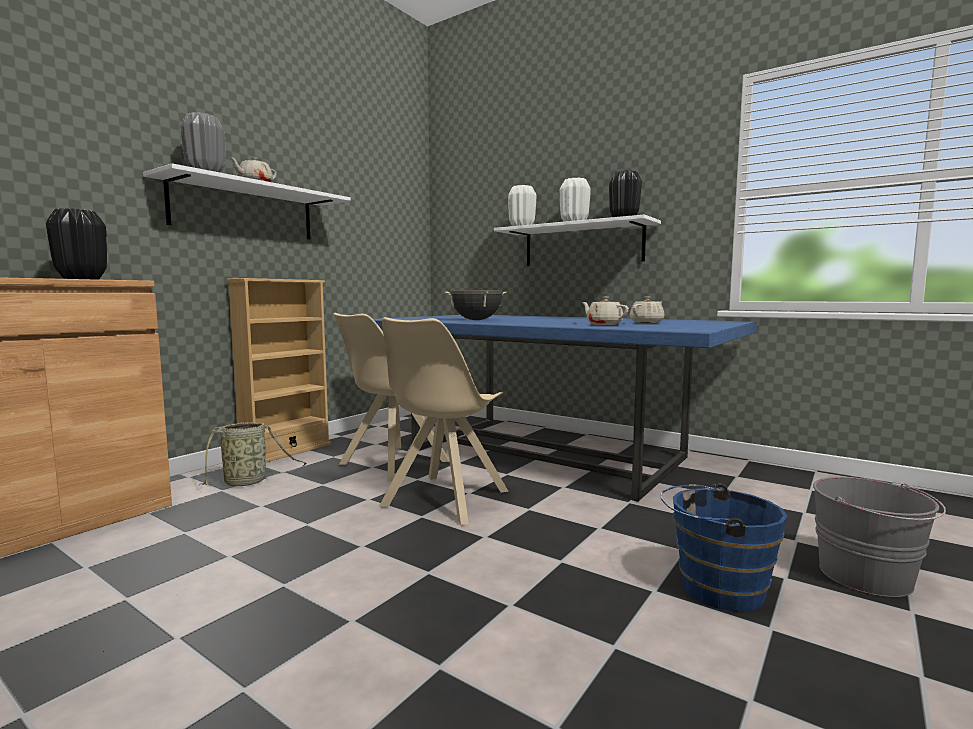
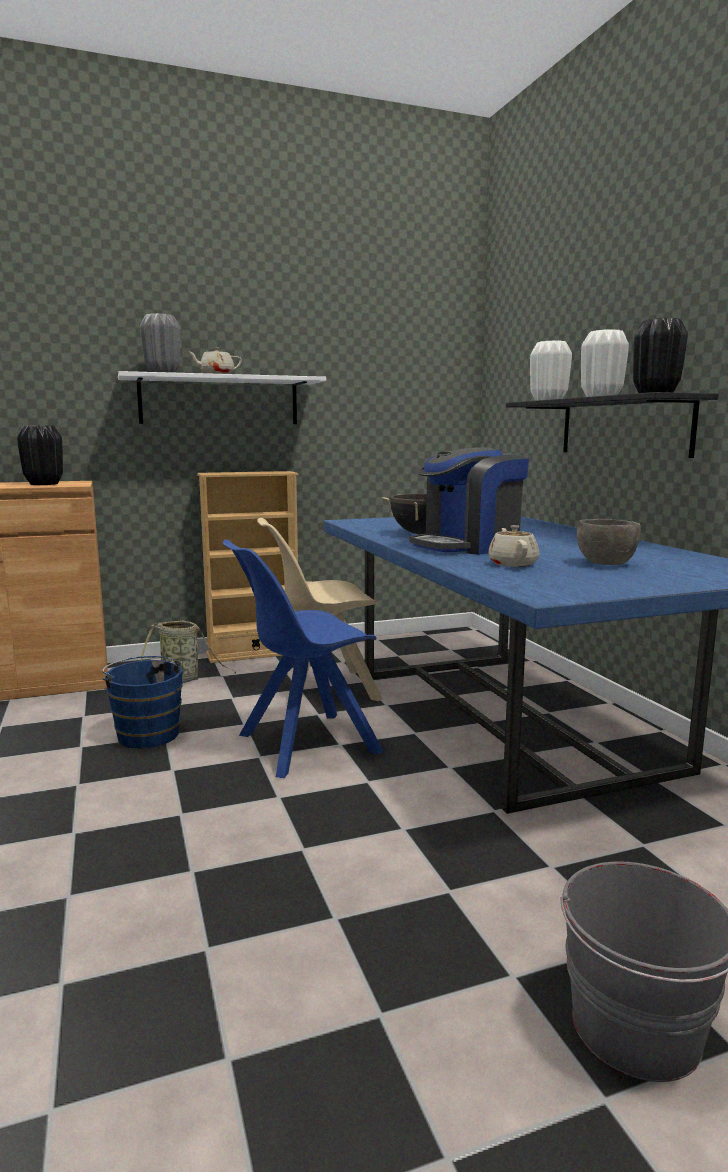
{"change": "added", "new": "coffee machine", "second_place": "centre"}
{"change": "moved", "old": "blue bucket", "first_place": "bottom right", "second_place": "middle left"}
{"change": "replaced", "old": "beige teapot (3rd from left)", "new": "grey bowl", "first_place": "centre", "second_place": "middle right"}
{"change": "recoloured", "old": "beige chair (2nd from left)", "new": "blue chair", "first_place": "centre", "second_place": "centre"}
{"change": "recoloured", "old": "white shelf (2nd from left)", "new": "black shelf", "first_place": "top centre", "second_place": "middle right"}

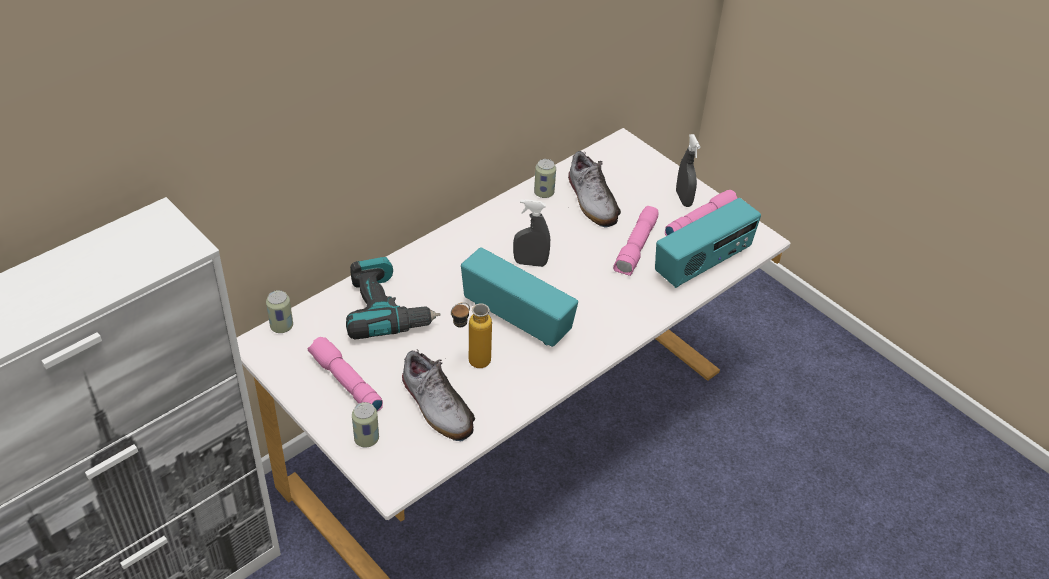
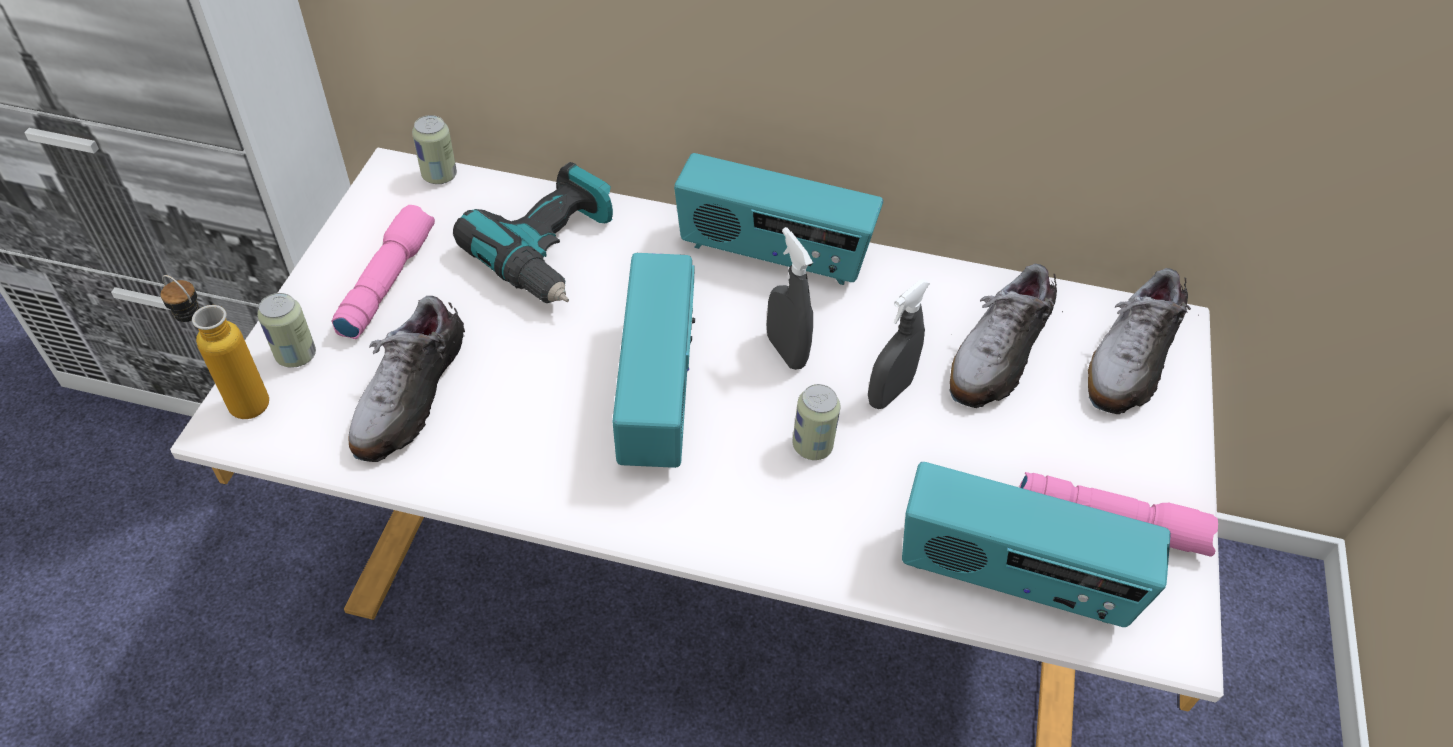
{"change": "removed", "old": "pink flashlight (2nd from left)", "first_place": "centre"}
{"change": "added", "new": "radio (2nd from left)", "second_place": "top centre"}
{"change": "added", "new": "shoe (3rd from left)", "second_place": "middle right"}
{"change": "moved", "old": "bottle", "first_place": "centre", "second_place": "middle left"}
{"change": "moved", "old": "can (3rd from left)", "first_place": "top centre", "second_place": "centre"}
{"change": "moved", "old": "grey spray bottle (2nd from left)", "first_place": "top centre", "second_place": "centre"}

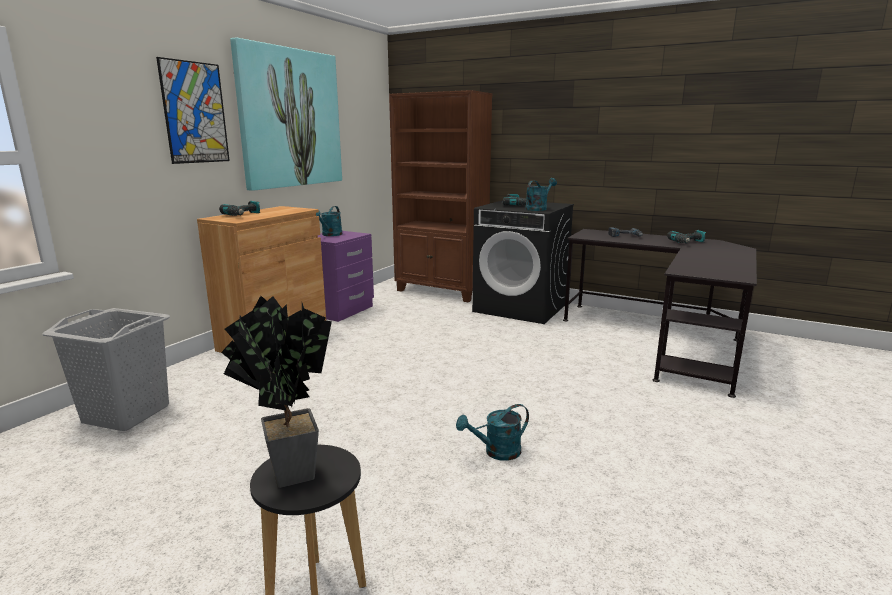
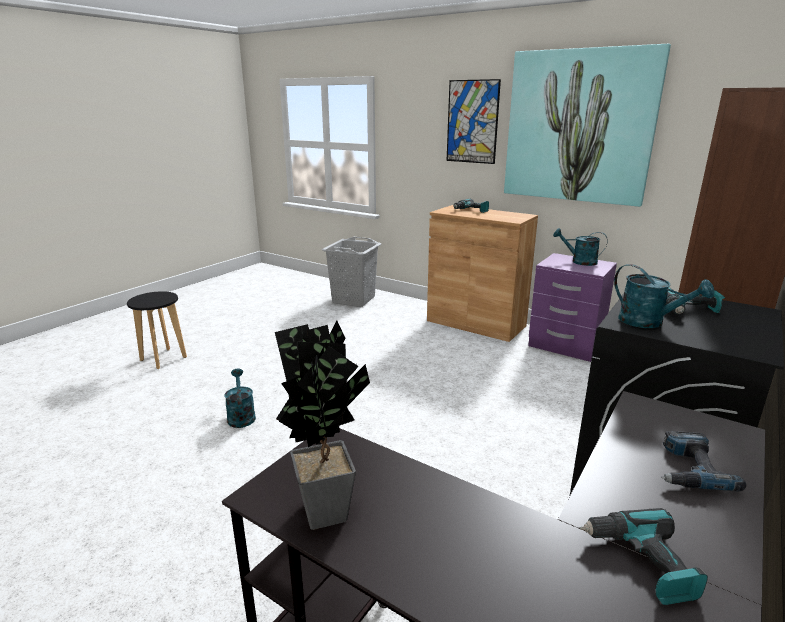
{"change": "moved", "old": "potted plant", "first_place": "middle left", "second_place": "bottom centre"}

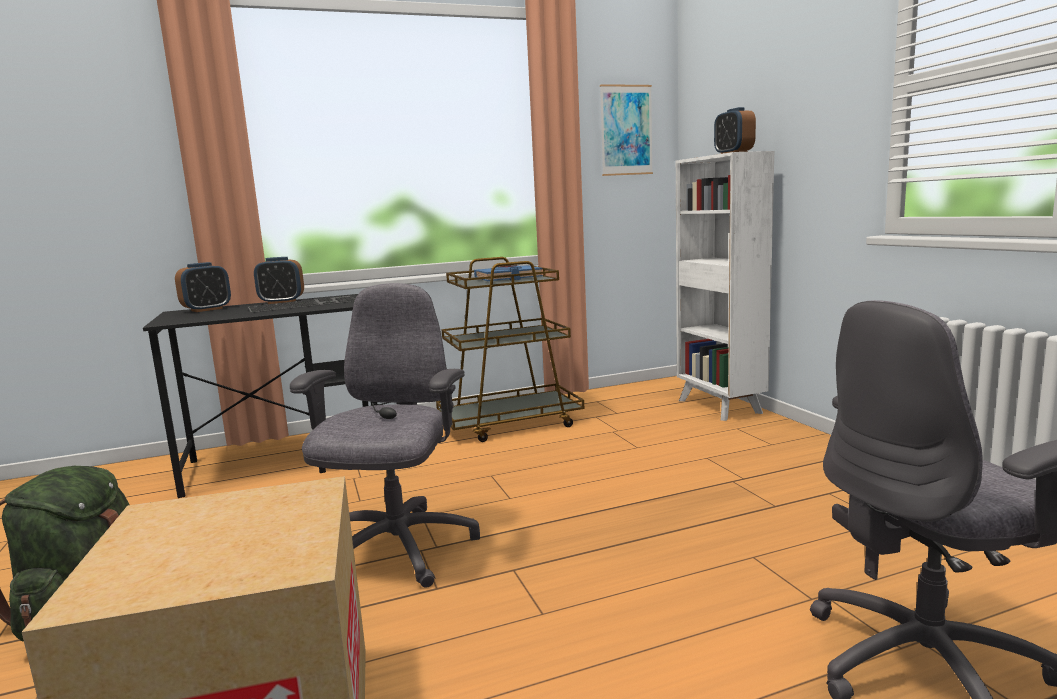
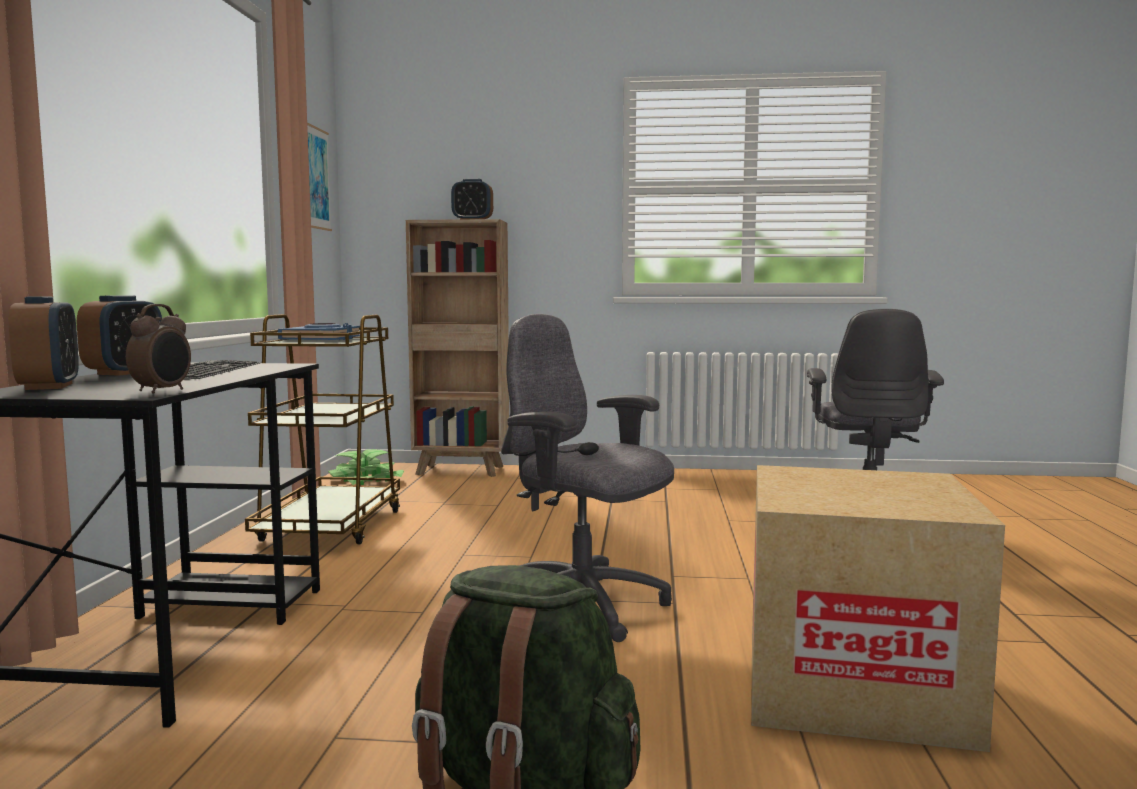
{"change": "added", "new": "alarm clock (3rd from left)", "second_place": "middle left"}
{"change": "added", "new": "potted plant", "second_place": "middle left"}
{"change": "recoloured", "old": "white bookcase", "new": "brown bookcase", "first_place": "middle right", "second_place": "centre"}

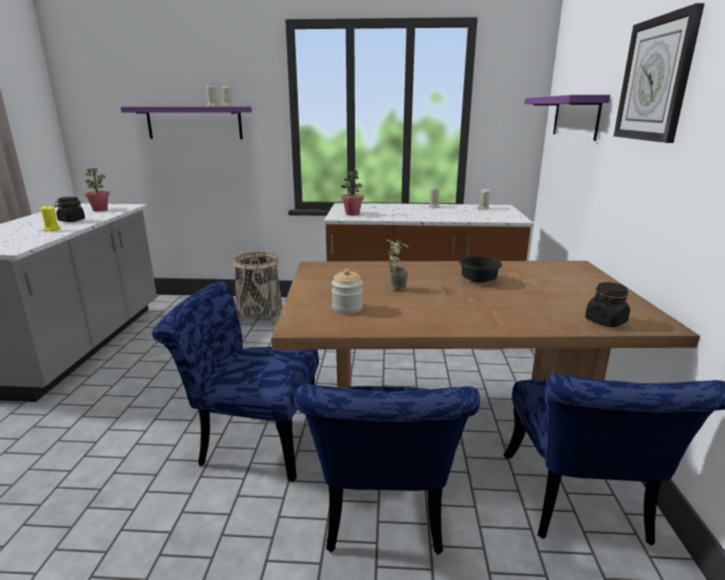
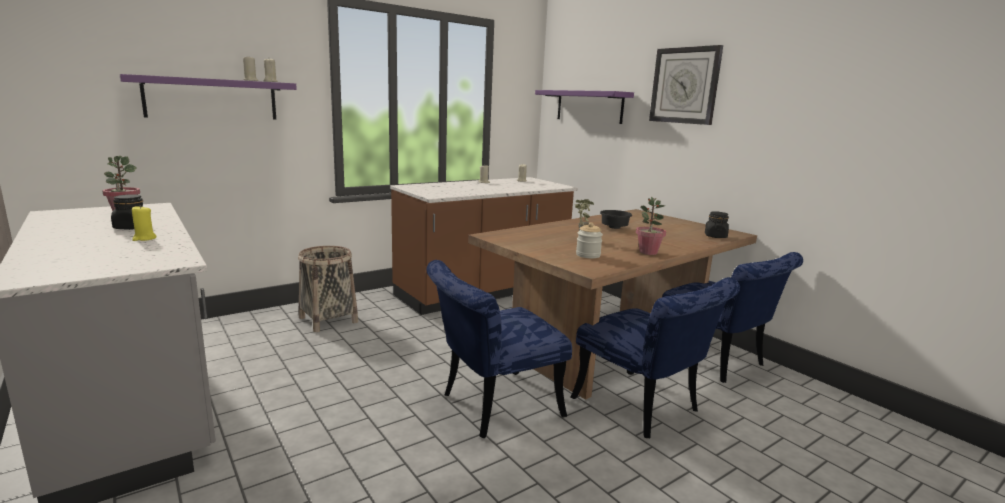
{"change": "moved", "old": "potted plant (2nd from left in the first image)", "new": "potted plant (3rd from left)", "first_place": "top centre", "second_place": "centre"}

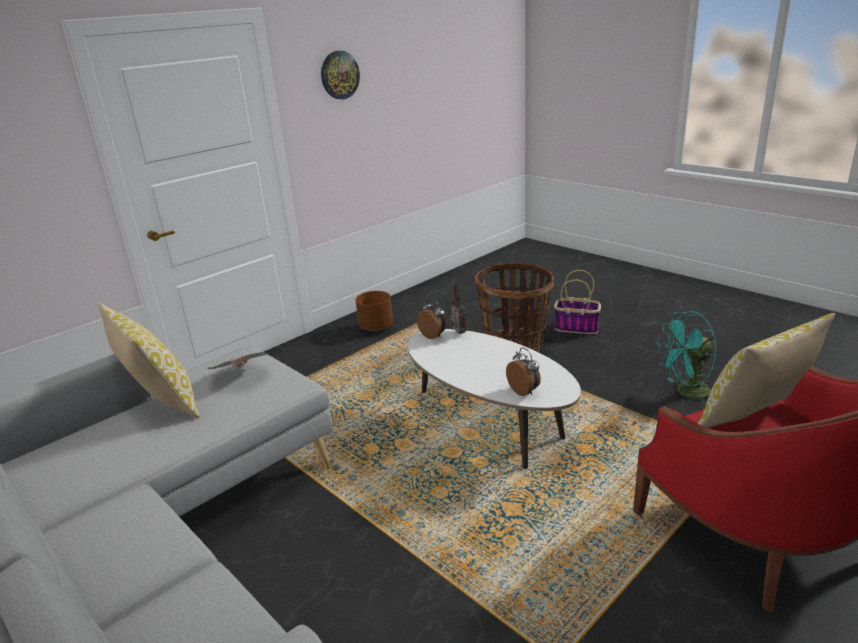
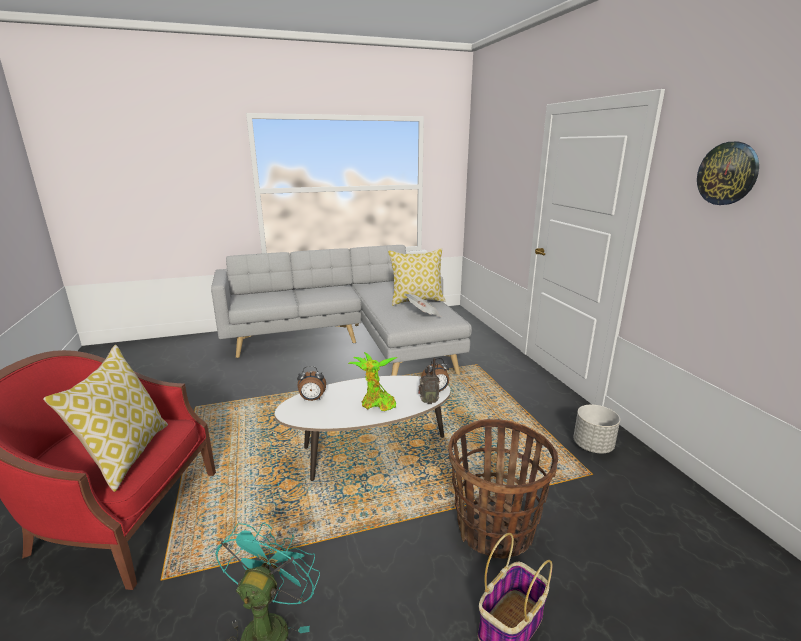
{"change": "added", "new": "potted plant", "second_place": "centre"}
{"change": "recoloured", "old": "brown planter", "new": "grey planter", "first_place": "centre", "second_place": "bottom right"}

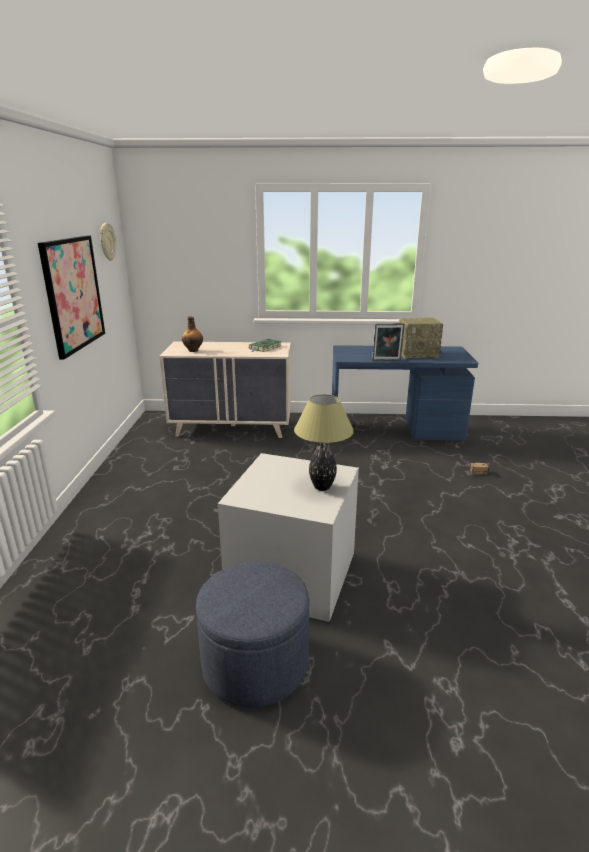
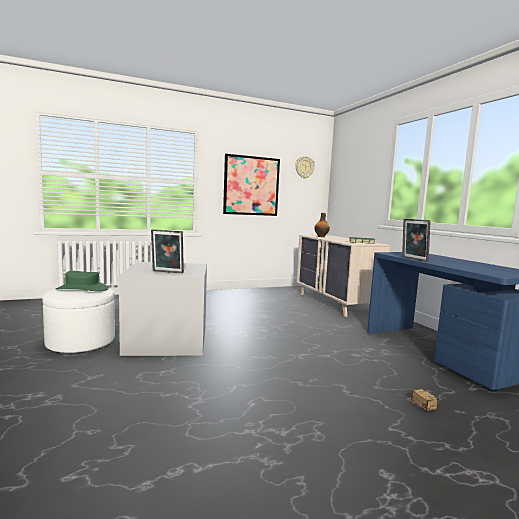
{"change": "removed", "old": "radio", "first_place": "middle right"}
{"change": "added", "new": "green hat", "second_place": "middle left"}
{"change": "replaced", "old": "table lamp", "new": "picture frame (1st from left)", "first_place": "centre", "second_place": "middle left"}
{"change": "recoloured", "old": "blue ottoman", "new": "white ottoman", "first_place": "bottom centre", "second_place": "middle left"}

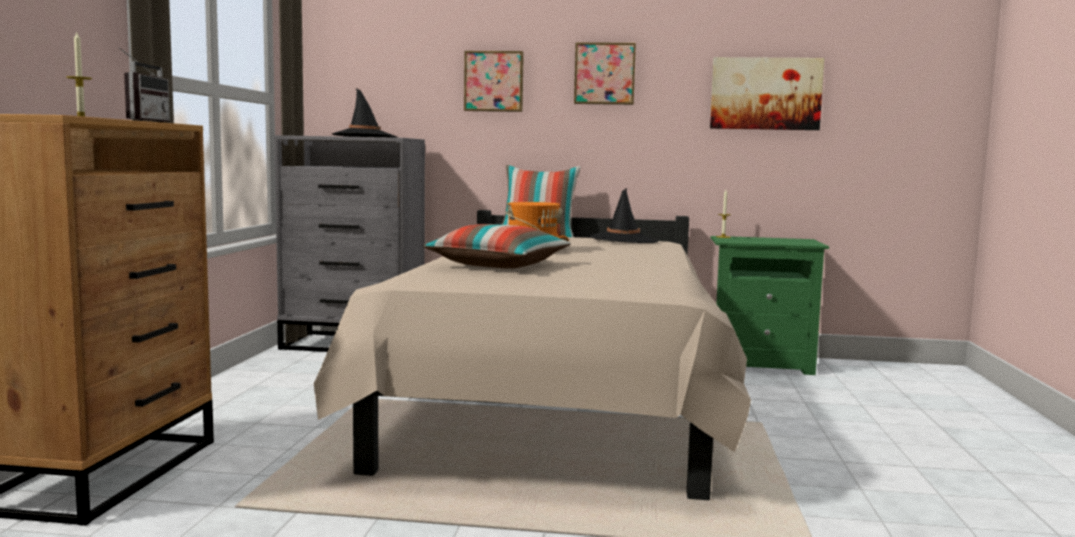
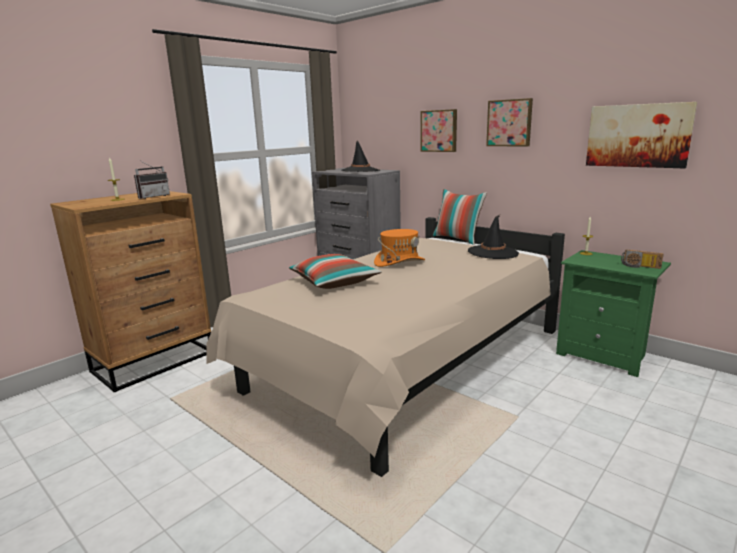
{"change": "added", "new": "radio (2nd from left)", "second_place": "middle right"}

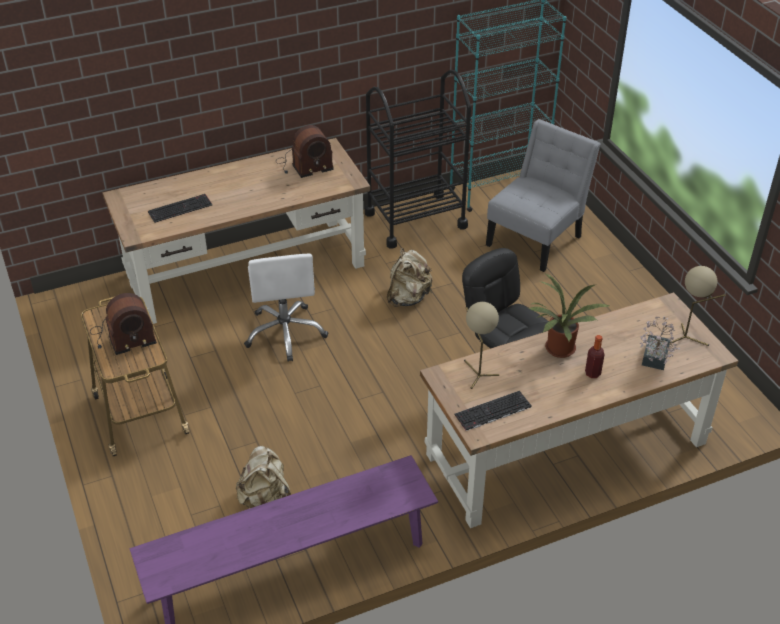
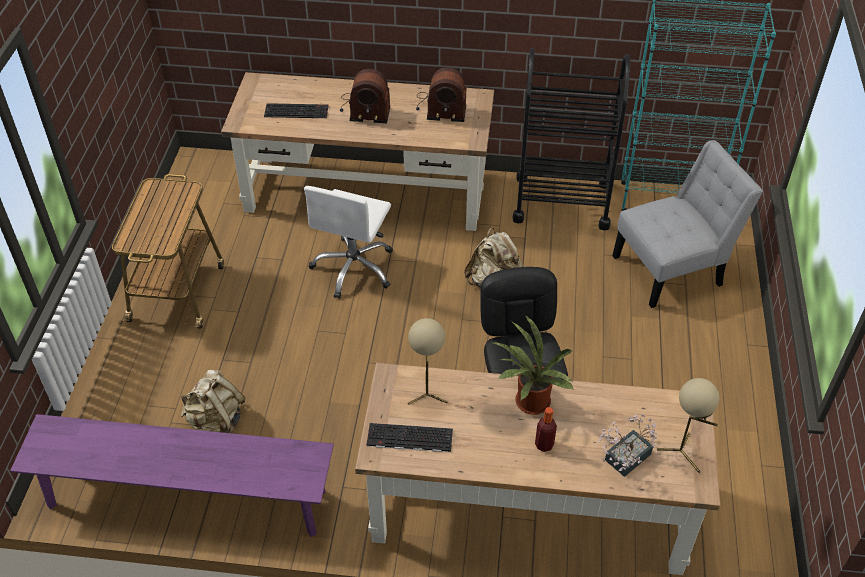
{"change": "moved", "old": "radio (1st from left)", "first_place": "middle left", "second_place": "top centre"}

